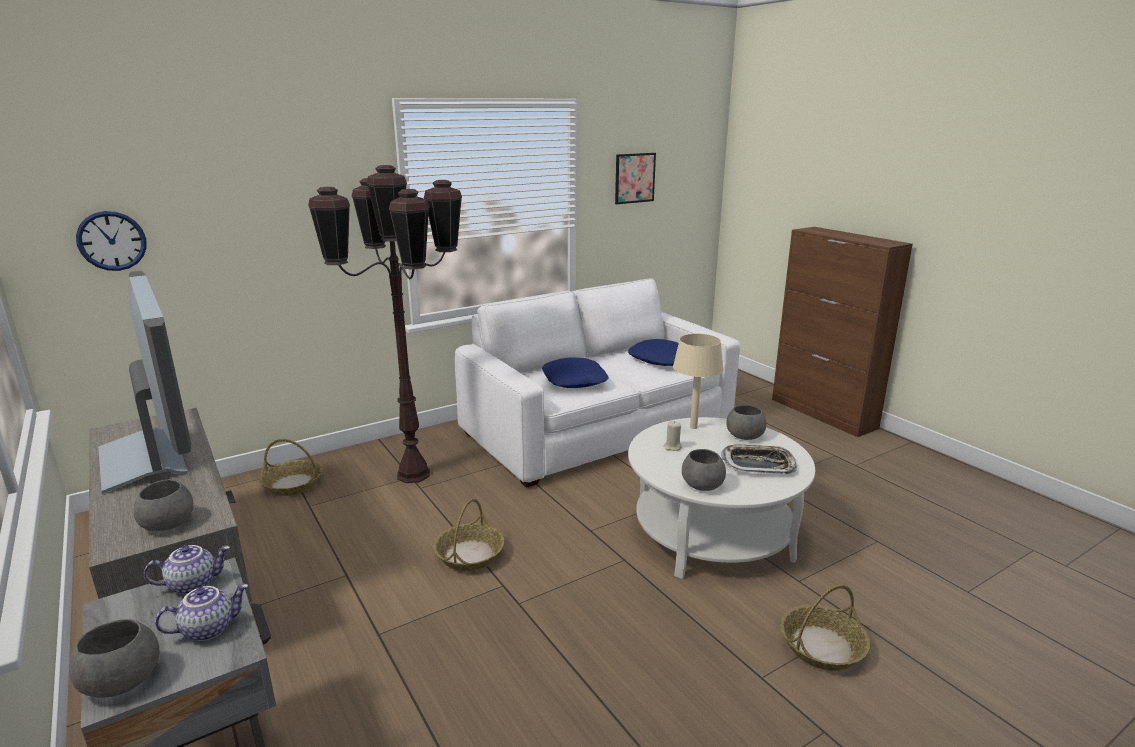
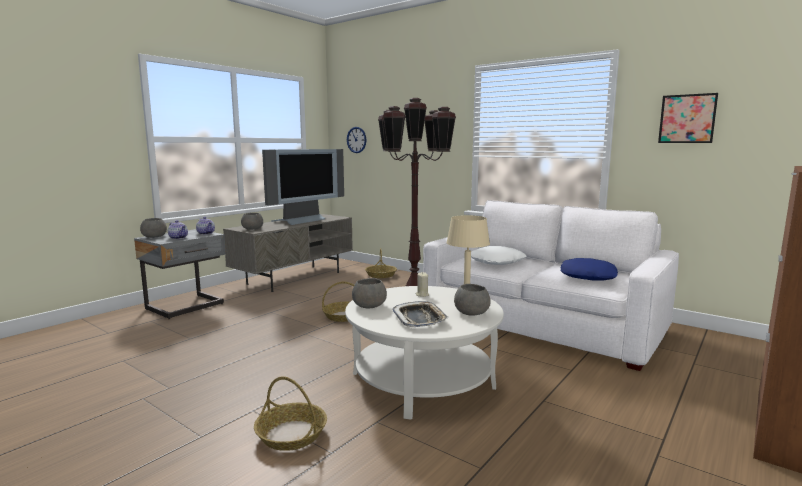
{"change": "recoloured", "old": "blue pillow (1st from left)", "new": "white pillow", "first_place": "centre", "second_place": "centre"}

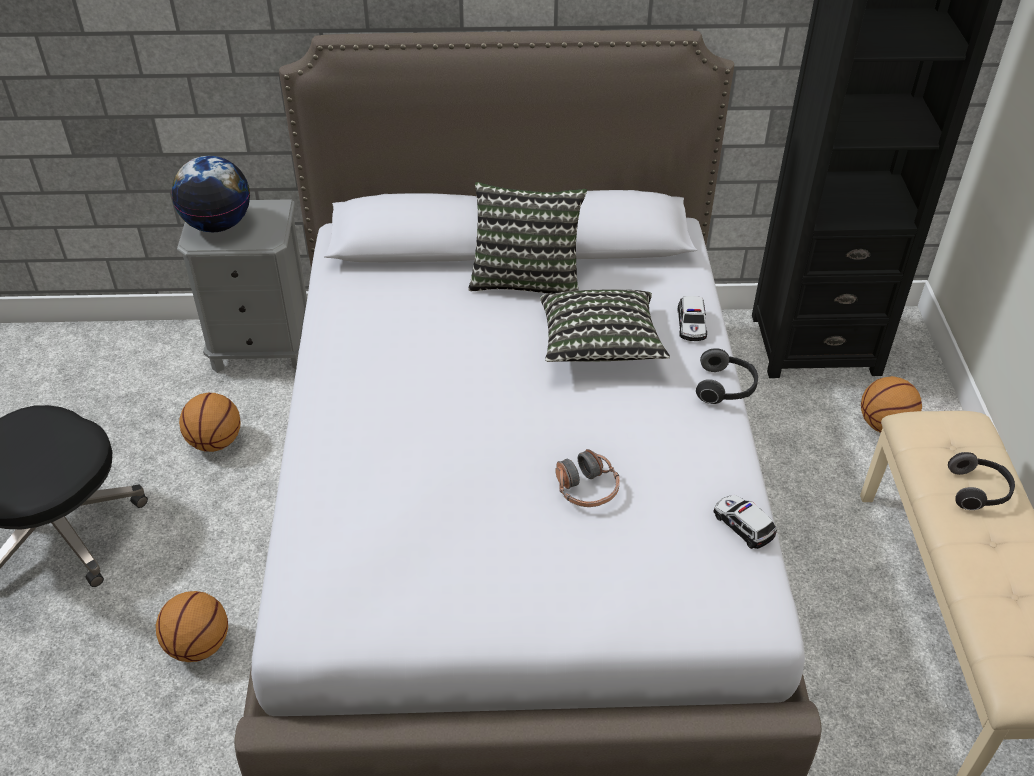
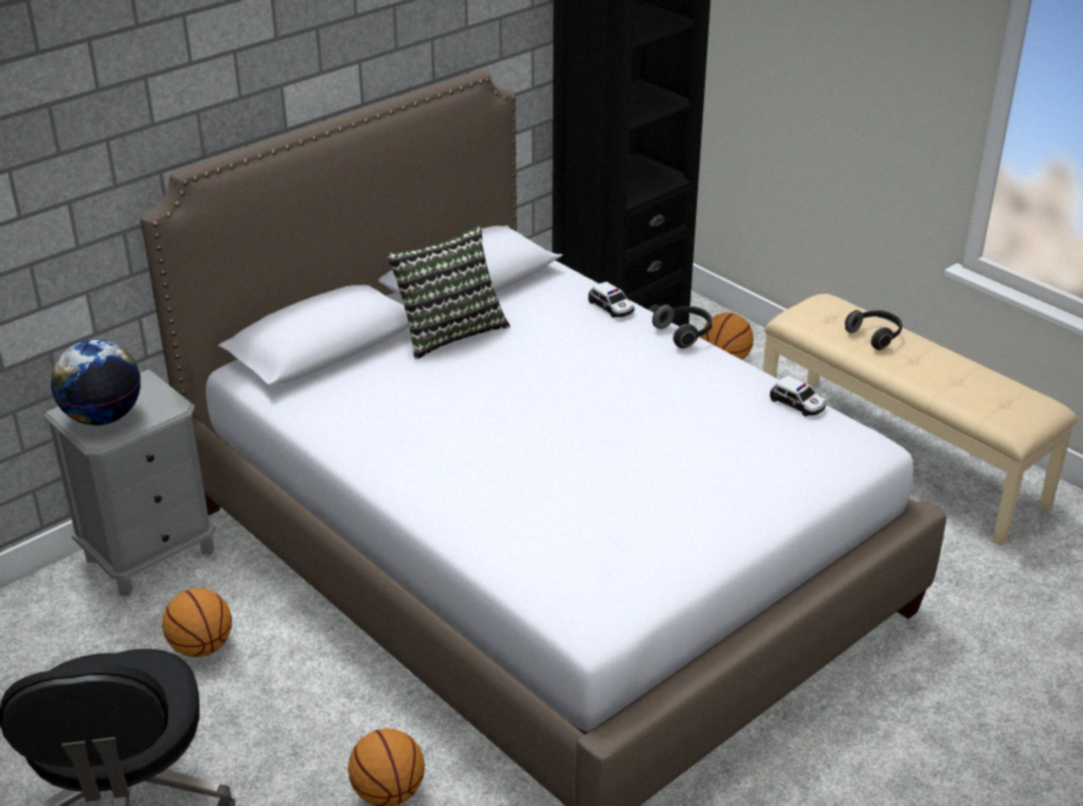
{"change": "removed", "old": "pillow (2nd from left)", "first_place": "centre"}
{"change": "removed", "old": "headphones (1st from left)", "first_place": "centre"}
{"change": "turned", "old": "toy car (2nd from left)", "first_place": "bottom right", "second_place": "middle right", "degrees": -150}

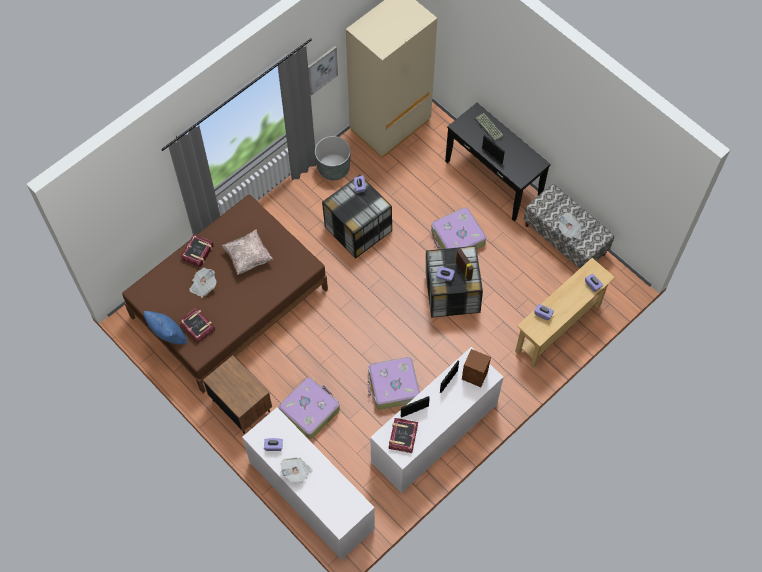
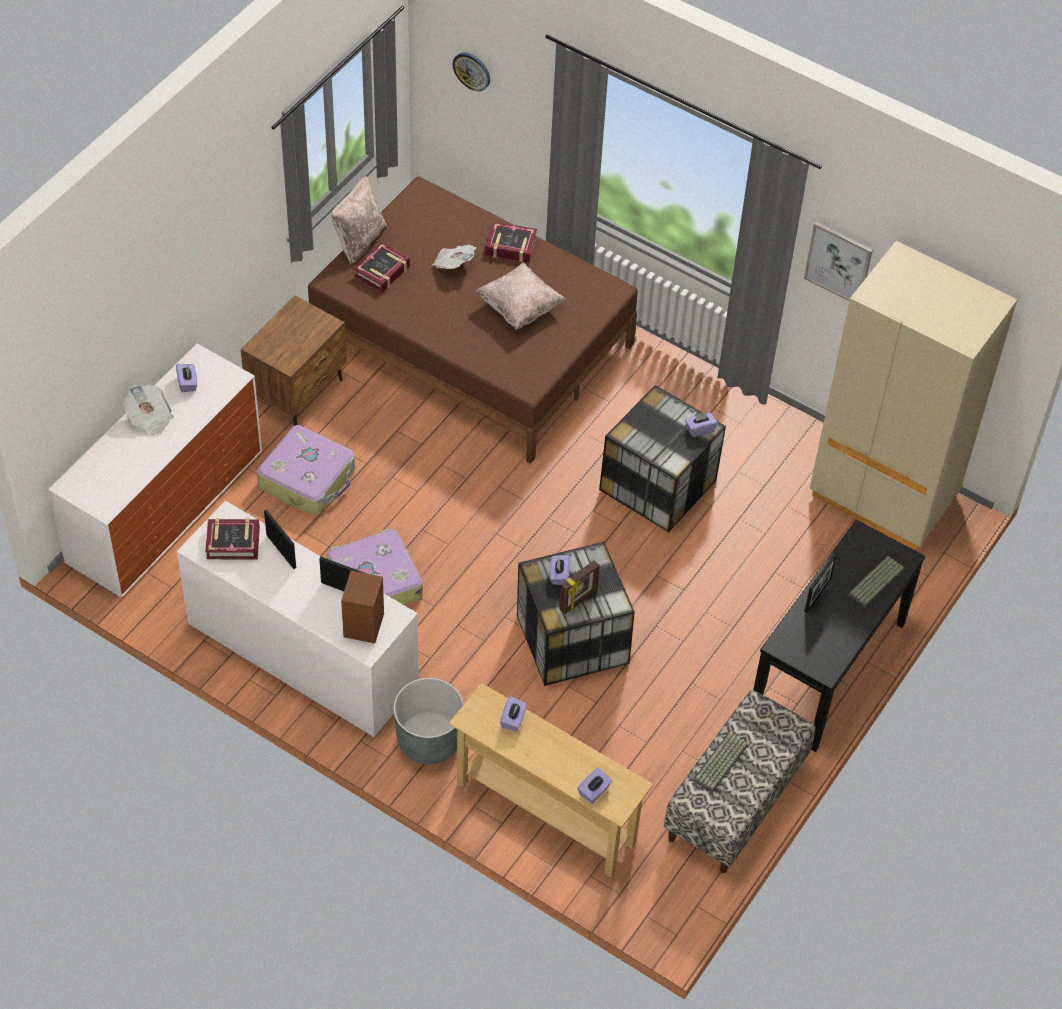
{"change": "removed", "old": "suitcase (3rd from left)", "first_place": "centre"}
{"change": "added", "new": "wall clock", "second_place": "top centre"}
{"change": "moved", "old": "grey planter", "first_place": "top centre", "second_place": "bottom centre"}
{"change": "replaced", "old": "newspaper (3rd from left)", "new": "keyboard (1st from left)", "first_place": "middle right", "second_place": "bottom right"}
{"change": "recoloured", "old": "blue pillow", "new": "beige pillow (1st from left)", "first_place": "middle left", "second_place": "top centre"}

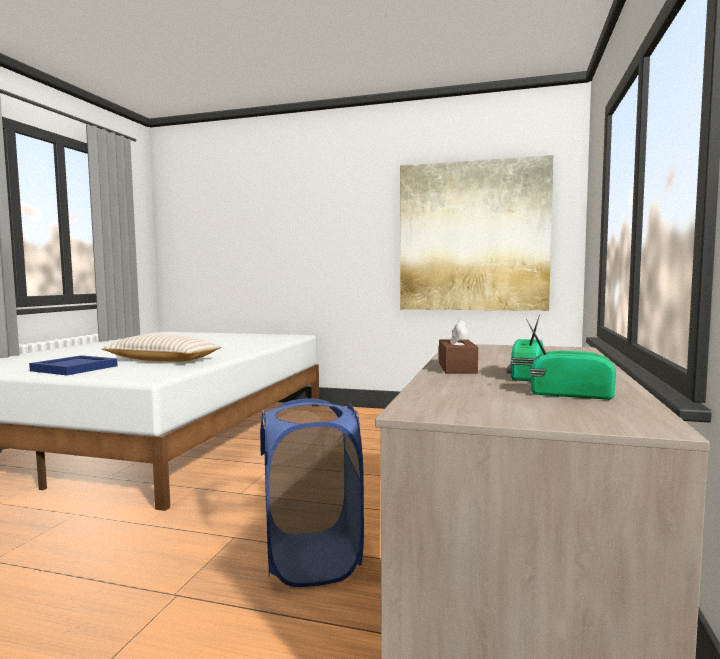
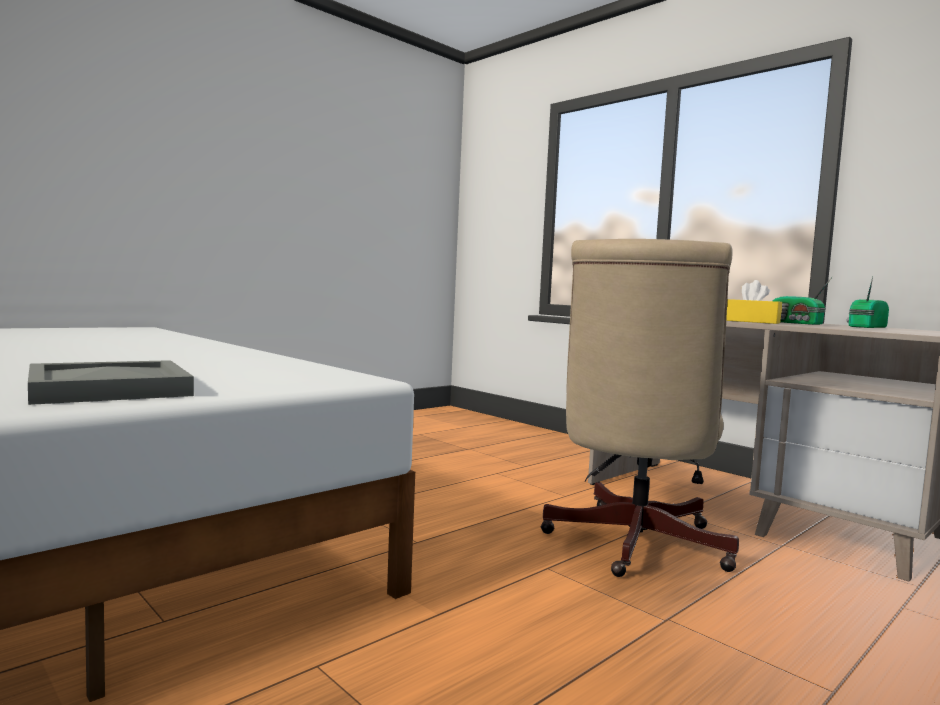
{"change": "removed", "old": "beige pillow", "first_place": "middle left"}
{"change": "removed", "old": "picture", "first_place": "centre"}
{"change": "replaced", "old": "blue laundry basket", "new": "beige office chair", "first_place": "bottom centre", "second_place": "middle right"}
{"change": "recoloured", "old": "blue tray", "new": "grey tray", "first_place": "middle left", "second_place": "middle left"}
{"change": "recoloured", "old": "brown tissue box", "new": "yellow tissue box", "first_place": "centre", "second_place": "middle right"}

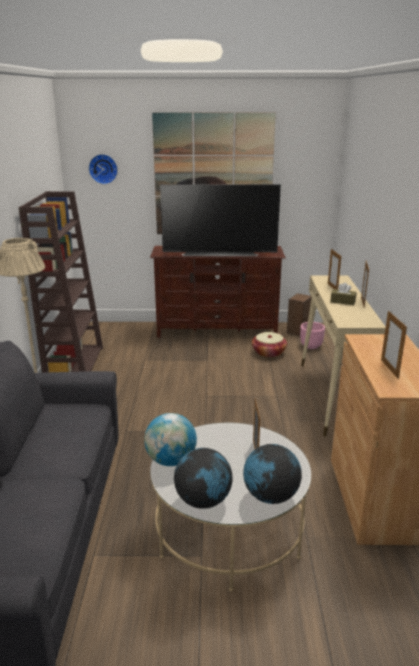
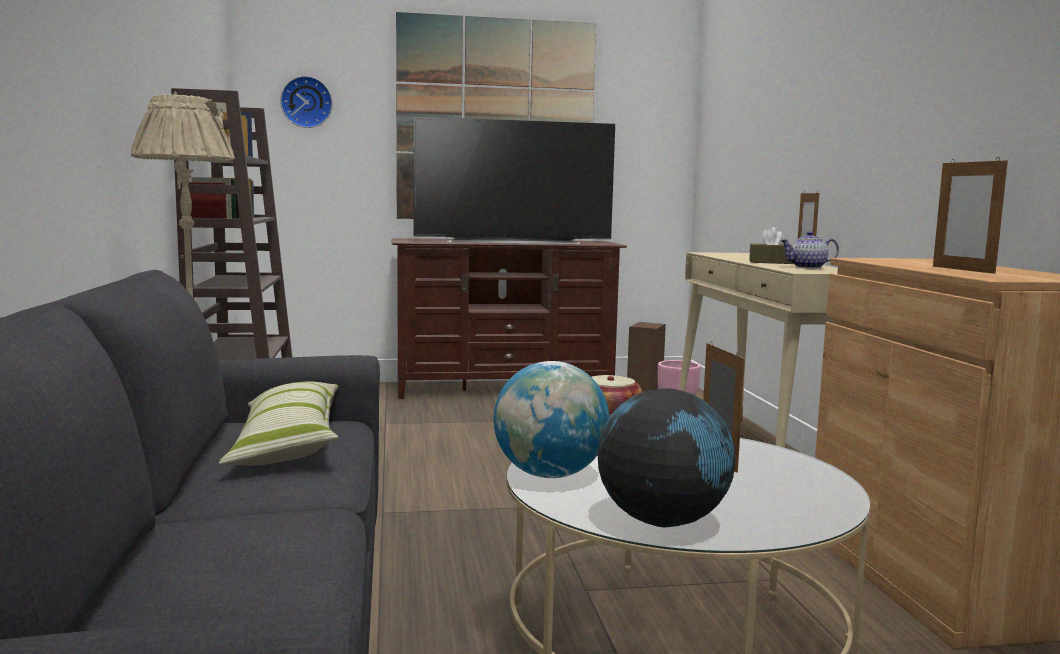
{"change": "removed", "old": "globe (3rd from left)", "first_place": "bottom centre"}
{"change": "removed", "old": "picture frame (2nd from left)", "first_place": "middle right"}
{"change": "added", "new": "pillow", "second_place": "middle left"}
{"change": "added", "new": "teapot", "second_place": "middle right"}

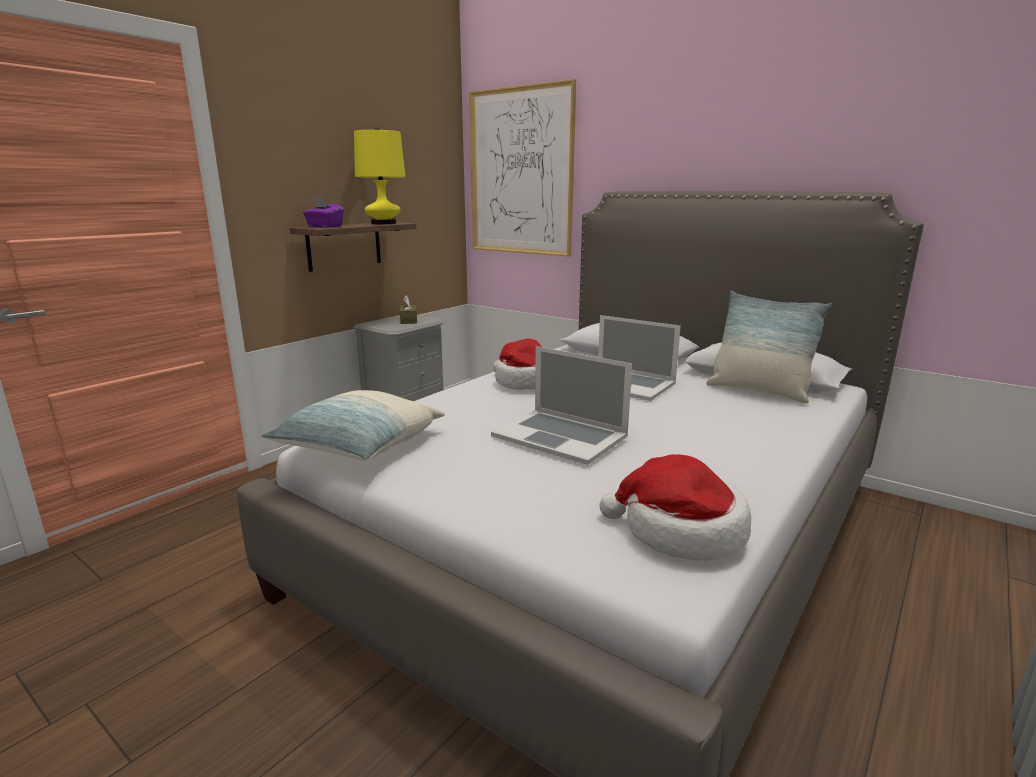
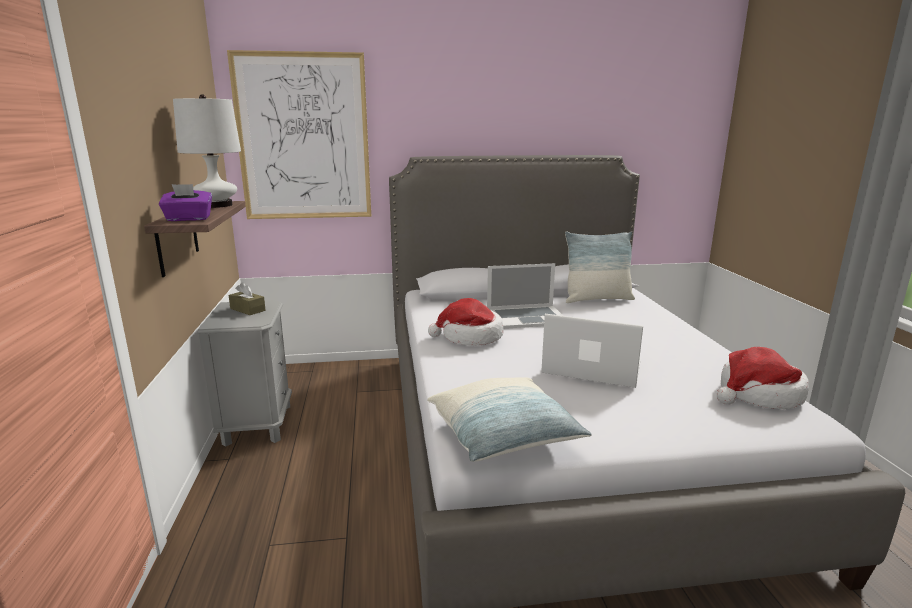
{"change": "recoloured", "old": "yellow table lamp", "new": "white table lamp", "first_place": "top centre", "second_place": "top left"}
{"change": "turned", "old": "laptop (1st from left in the first image)", "first_place": "centre", "second_place": "centre", "degrees": -150}

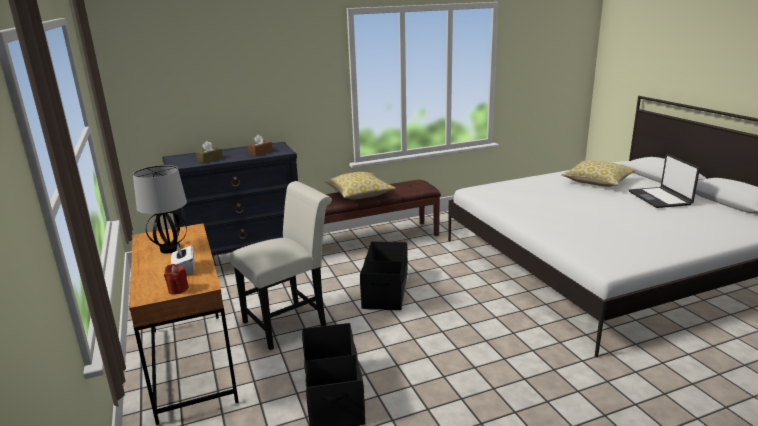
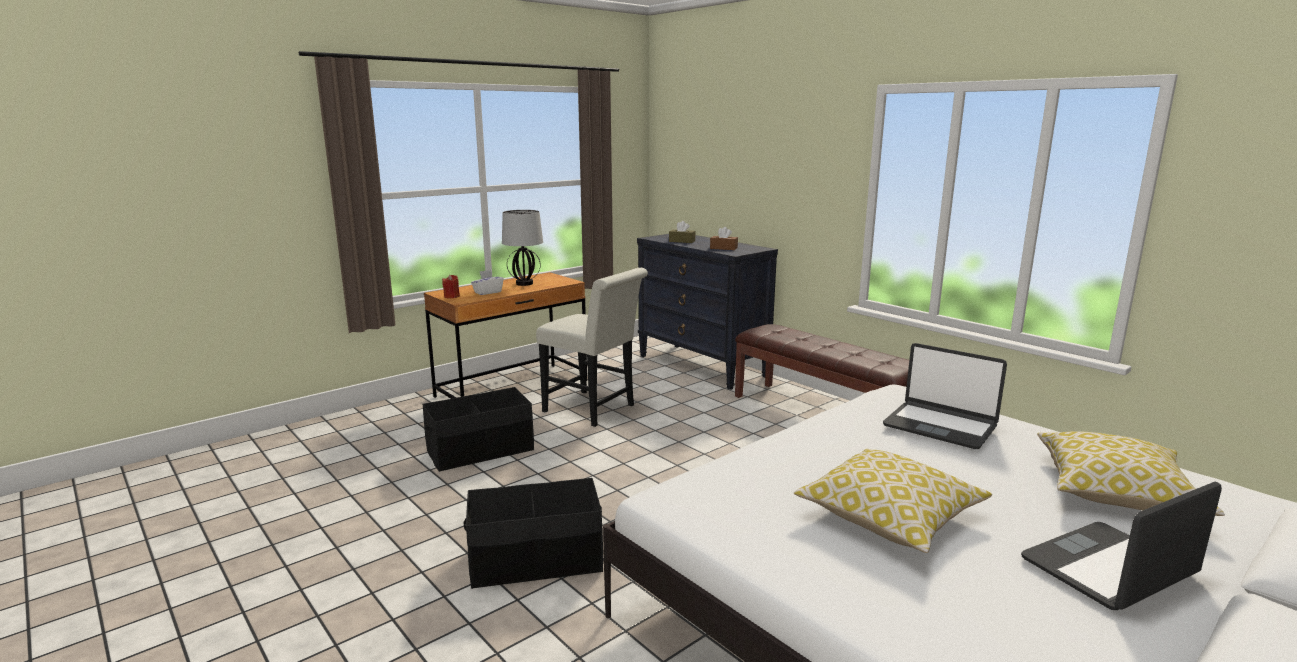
{"change": "added", "new": "laptop (1st from left)", "second_place": "middle right"}
{"change": "moved", "old": "pillow (1st from left)", "first_place": "centre", "second_place": "bottom right"}
{"change": "moved", "old": "black storage box (2nd from left)", "first_place": "centre", "second_place": "bottom centre"}

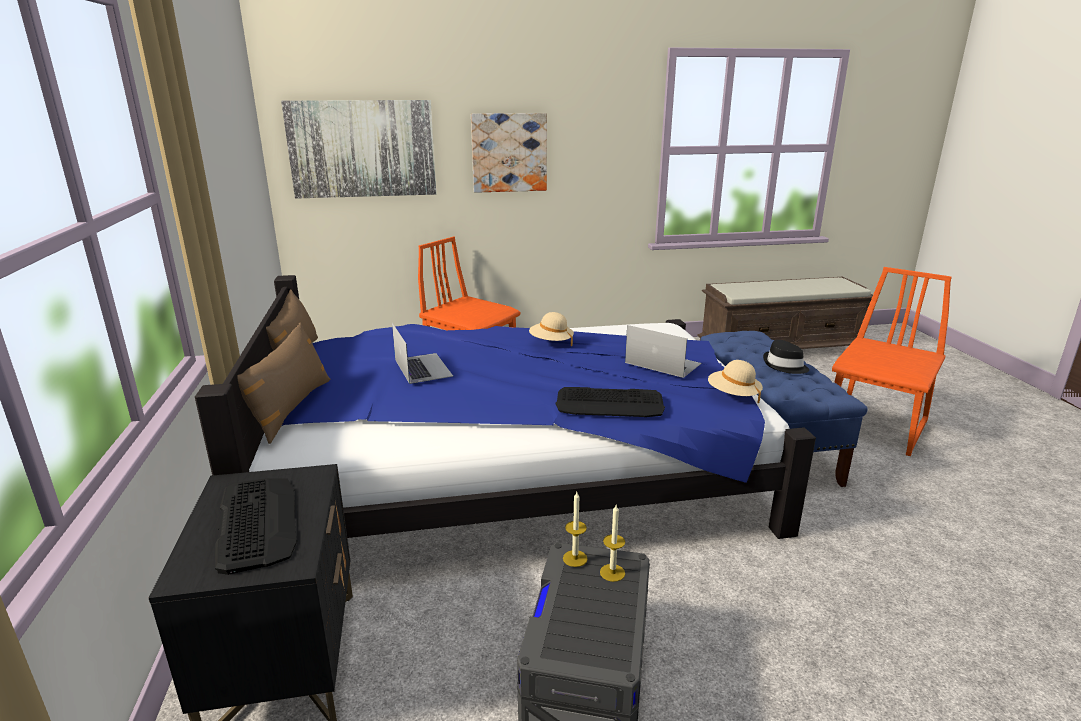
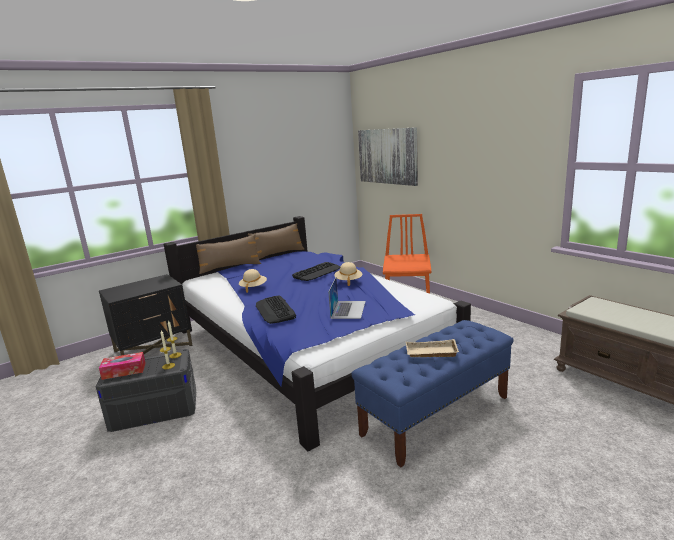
{"change": "removed", "old": "laptop (1st from left)", "first_place": "centre"}
{"change": "removed", "old": "picture (2nd from left)", "first_place": "top centre"}
{"change": "removed", "old": "orange chair (2nd from left)", "first_place": "middle right"}
{"change": "added", "new": "tissue box", "second_place": "bottom left"}
{"change": "moved", "old": "keyboard (1st from left in the first image)", "new": "keyboard (2nd from left)", "first_place": "bottom left", "second_place": "centre"}
{"change": "moved", "old": "beige hat (2nd from left in the first image)", "new": "beige hat (1st from left)", "first_place": "middle right", "second_place": "centre"}
{"change": "replaced", "old": "black hat", "new": "beige tray", "first_place": "middle right", "second_place": "centre"}

